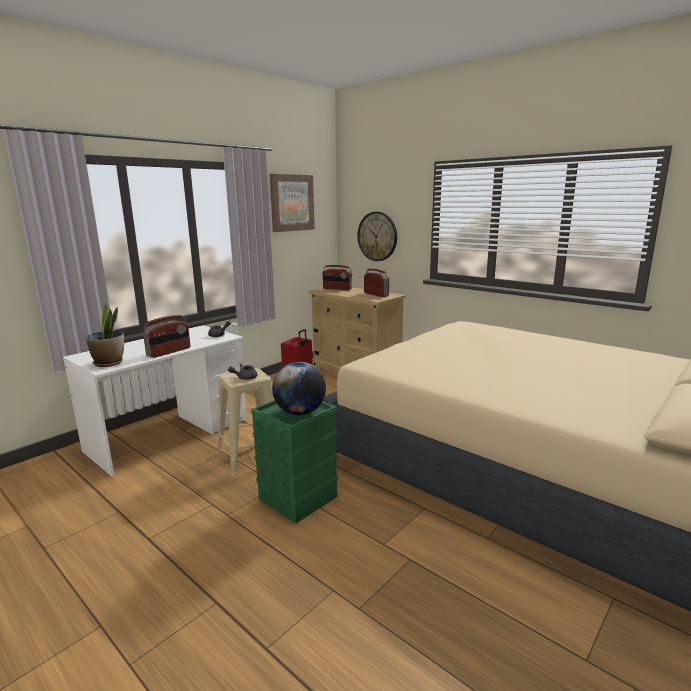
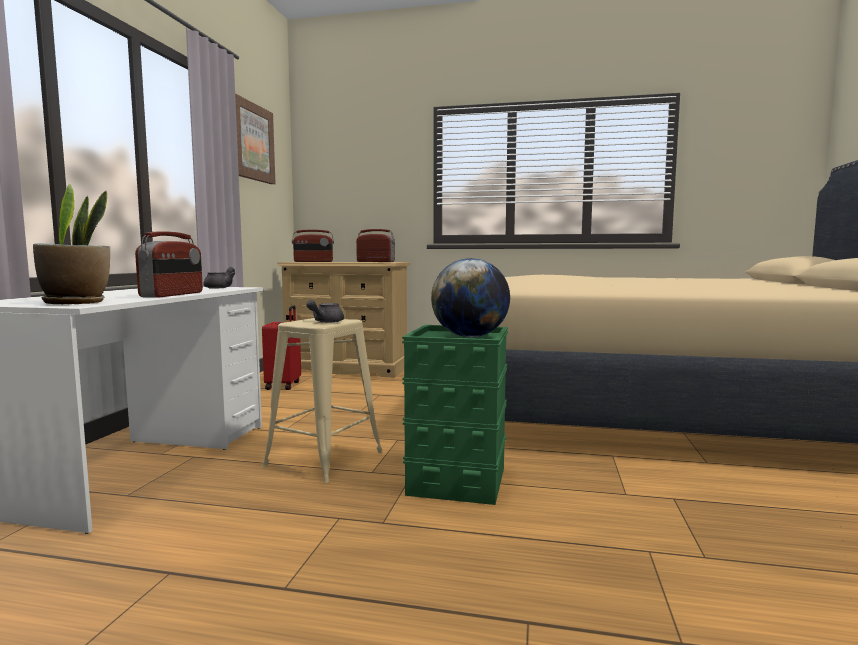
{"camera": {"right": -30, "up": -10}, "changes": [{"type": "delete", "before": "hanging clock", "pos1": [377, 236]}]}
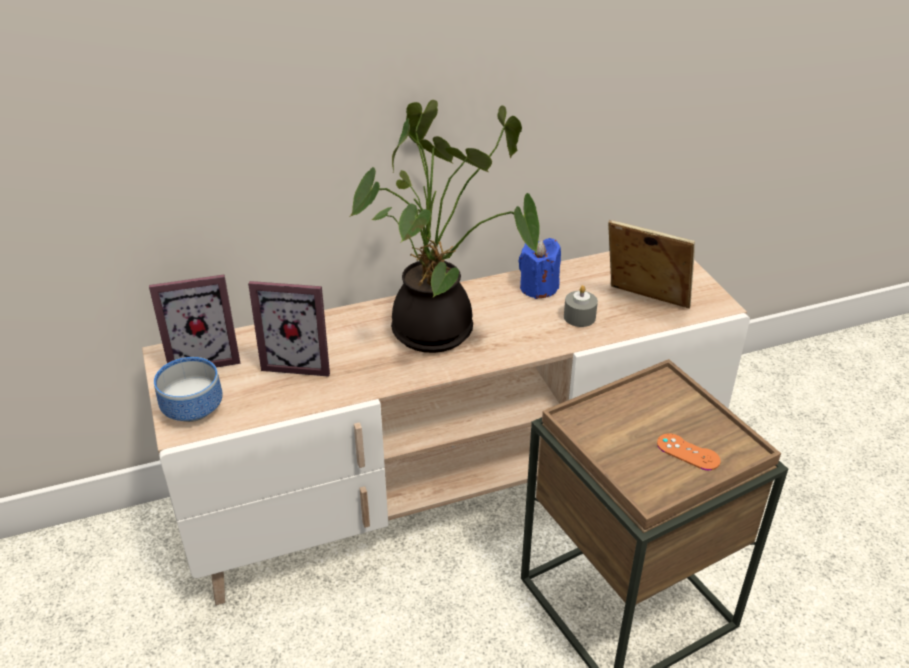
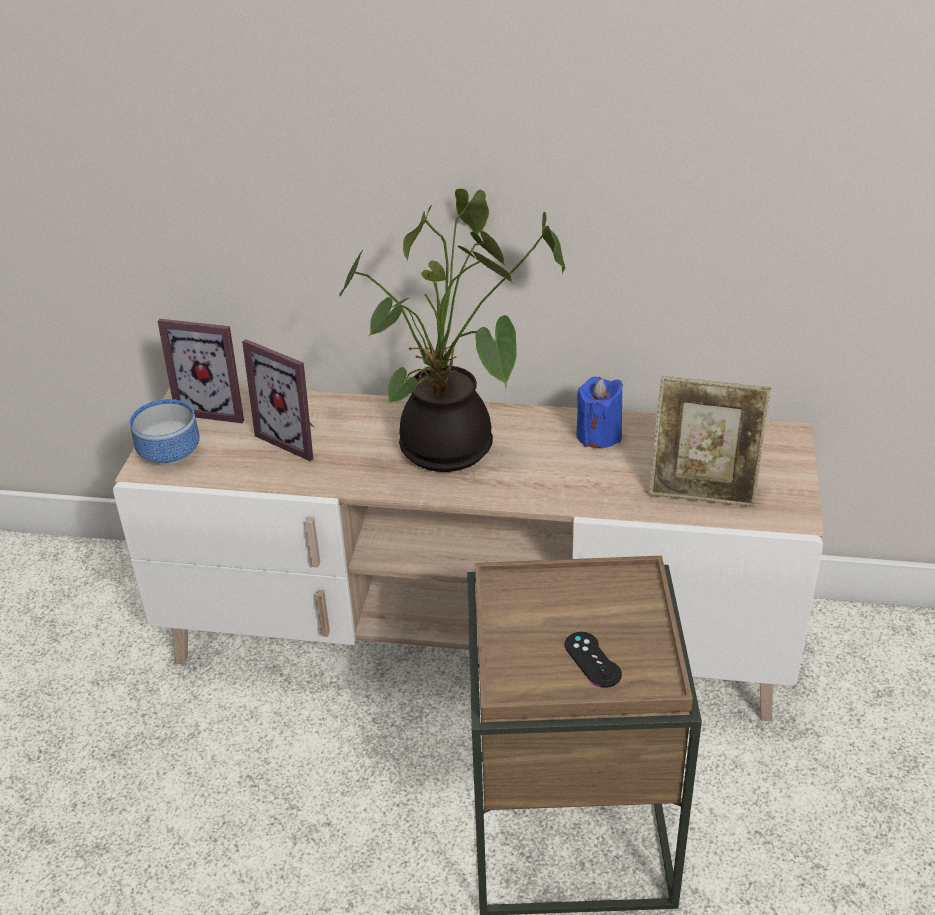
{"camera": {"right": 30, "up": 0}, "changes": [{"type": "rotate", "before": "photo frame", "pos1": [651, 264], "pos2": [710, 441], "turn": 135}, {"type": "delete", "before": "wax light (greyish)", "pos1": [581, 306]}, {"type": "recolor", "before": "game controller (orangey)", "after": "game controller (black)", "pos1": [689, 451], "pos2": [593, 660]}]}
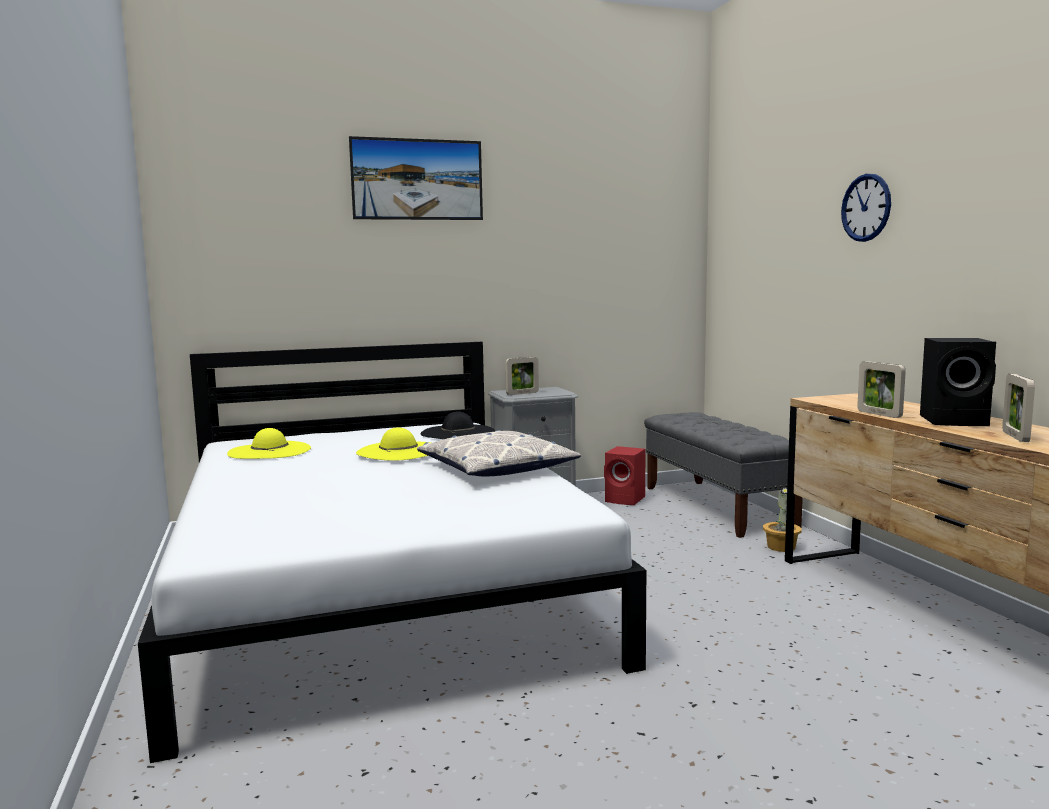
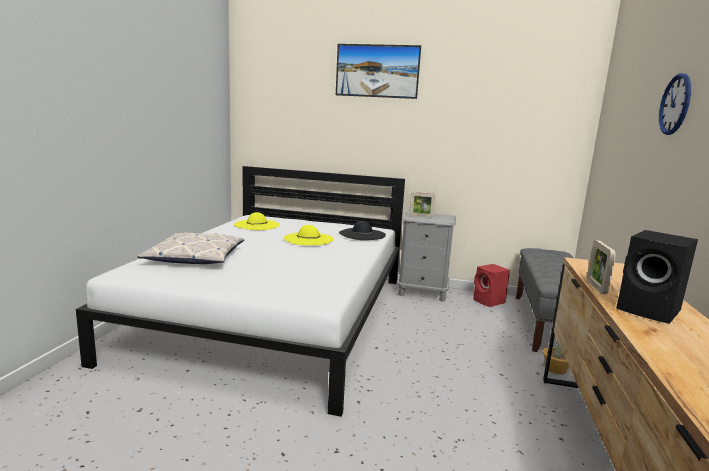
{"camera": {"right": 30, "up": 5}, "changes": [{"type": "delete", "before": "photo frame", "pos1": [1018, 408]}, {"type": "move", "before": "throw pillow", "pos1": [499, 453], "pos2": [191, 248]}]}
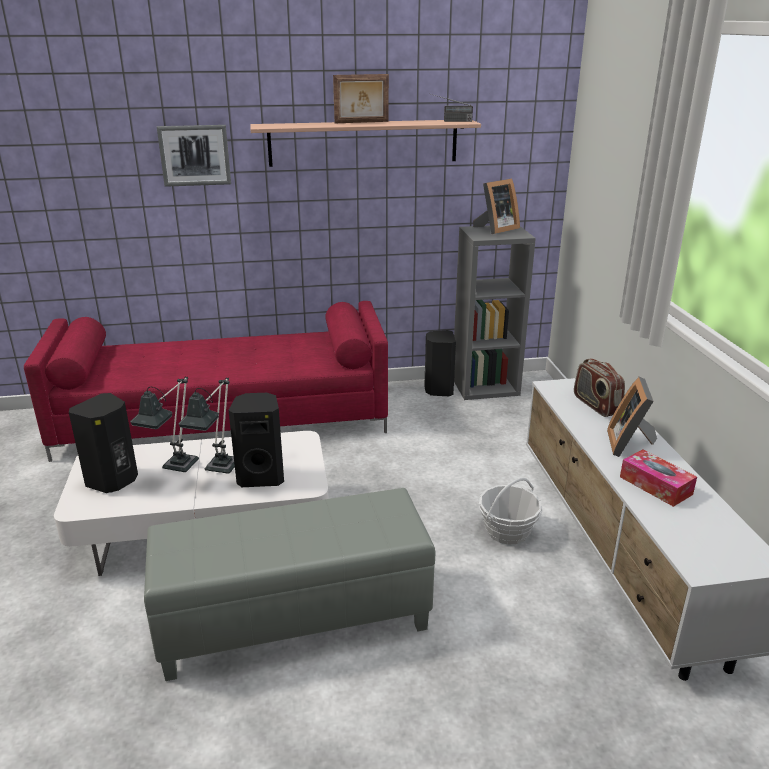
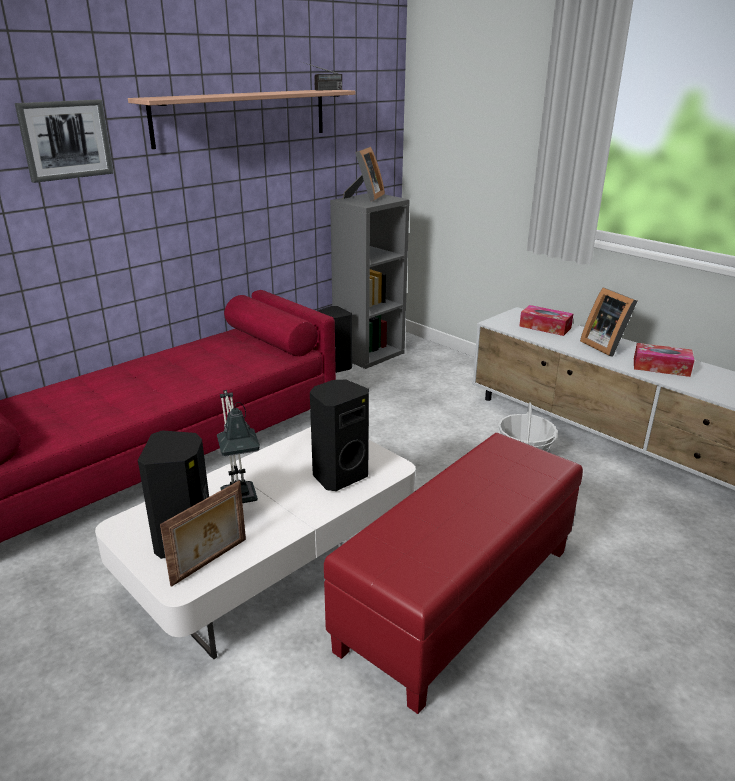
{"camera": {"right": -35, "up": 0}, "changes": [{"type": "move", "before": "photo frame", "pos1": [361, 98], "pos2": [203, 534]}, {"type": "replace", "before": "radio set", "after": "box of tissues", "pos1": [599, 387], "pos2": [546, 320]}, {"type": "delete", "before": "table lamp", "pos1": [206, 425]}, {"type": "recolor", "before": "footrest (greyish)", "after": "footrest (red)", "pos1": [289, 584], "pos2": [453, 573]}]}
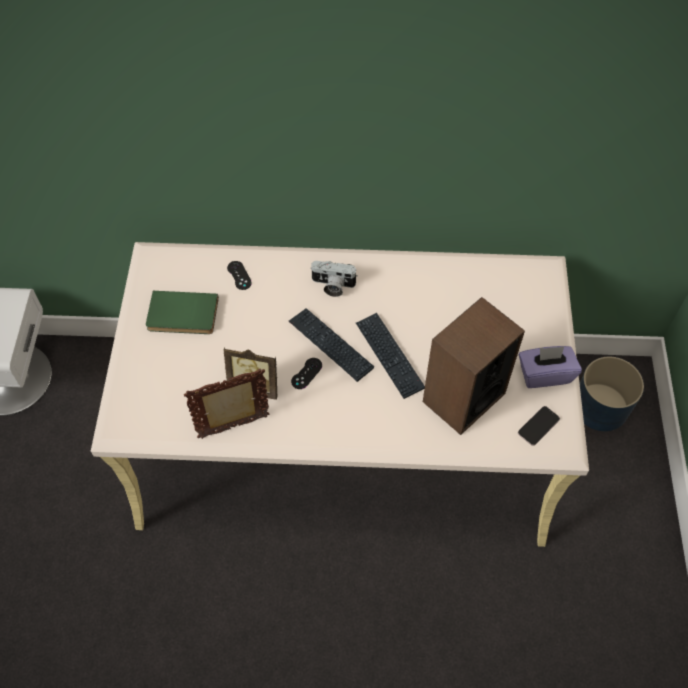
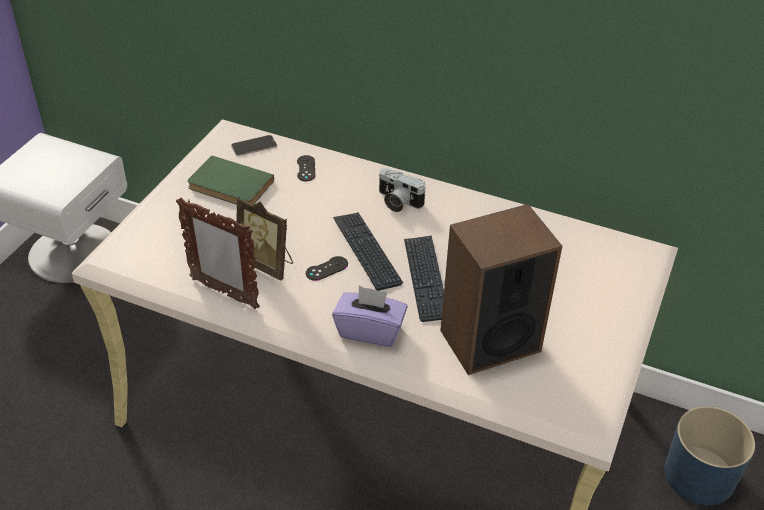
{"camera": {"right": 20, "up": -15}, "changes": [{"type": "move", "before": "box of tissues (purple)", "pos1": [550, 367], "pos2": [369, 316]}, {"type": "rotate", "before": "photo frame", "pos1": [226, 404], "pos2": [218, 253], "turn": -150}, {"type": "move", "before": "phone", "pos1": [539, 426], "pos2": [254, 145]}]}
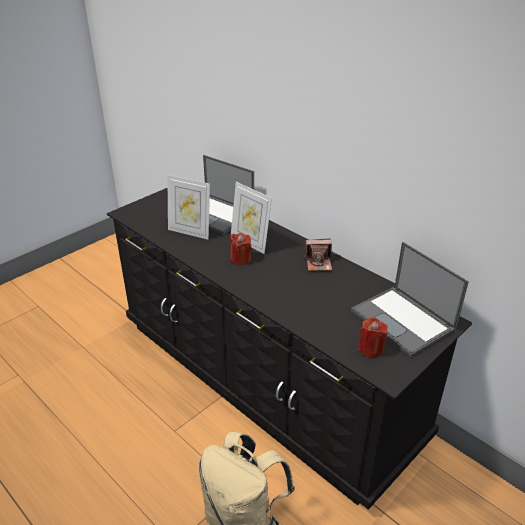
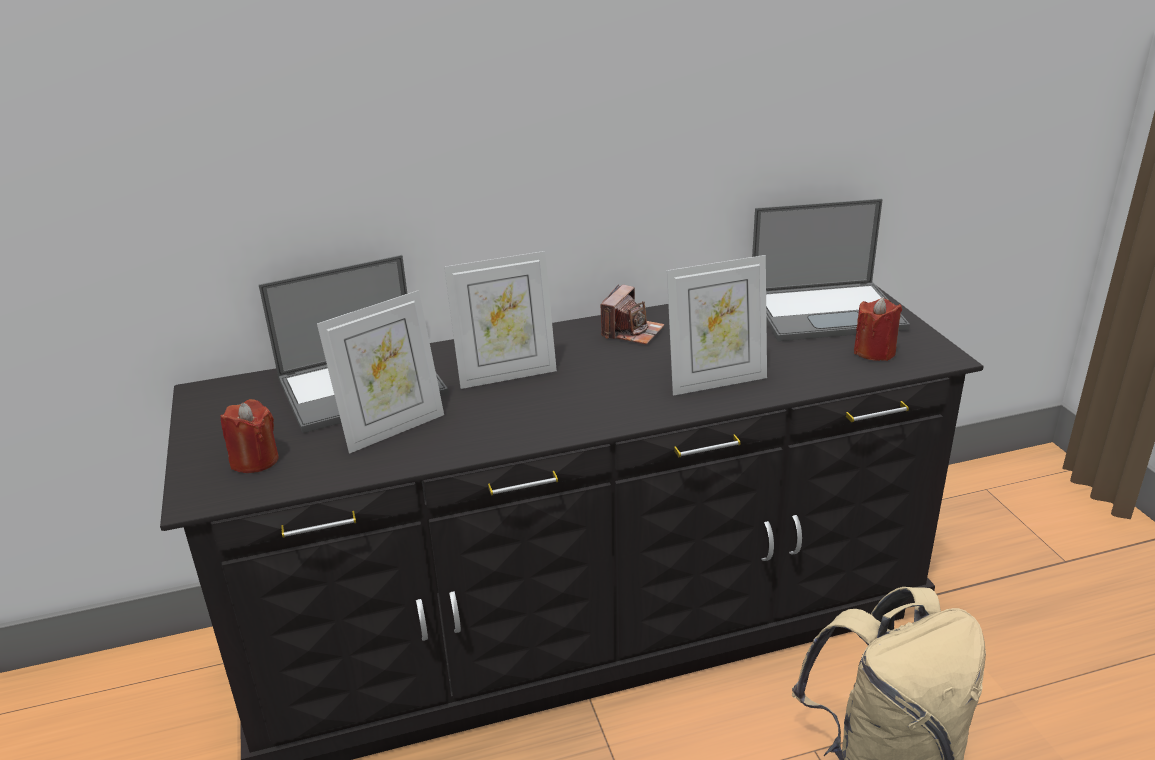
{"camera": {"right": -60, "up": -5}, "changes": [{"type": "move", "before": "wax light (red)", "pos1": [240, 249], "pos2": [250, 436]}, {"type": "insert", "after": "photo frame", "pos2": [717, 325]}]}
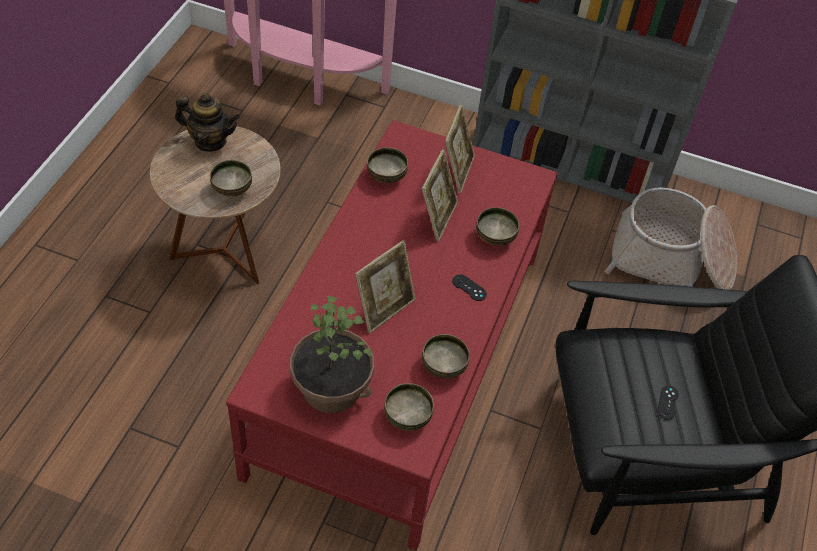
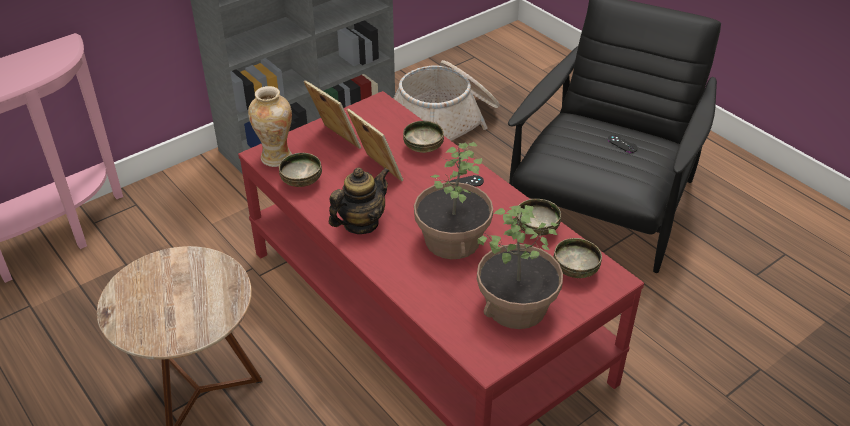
{"camera": {"right": -55, "up": -10}, "changes": [{"type": "move", "before": "tea pot", "pos1": [207, 122], "pos2": [359, 200]}, {"type": "delete", "before": "deep dish", "pos1": [231, 178]}, {"type": "replace", "before": "photo frame", "after": "plant in a pot", "pos1": [385, 286], "pos2": [453, 200]}, {"type": "insert", "after": "decorative vase", "pos2": [270, 126]}]}
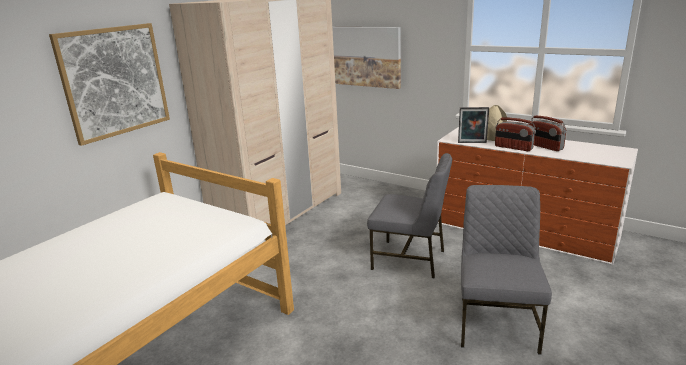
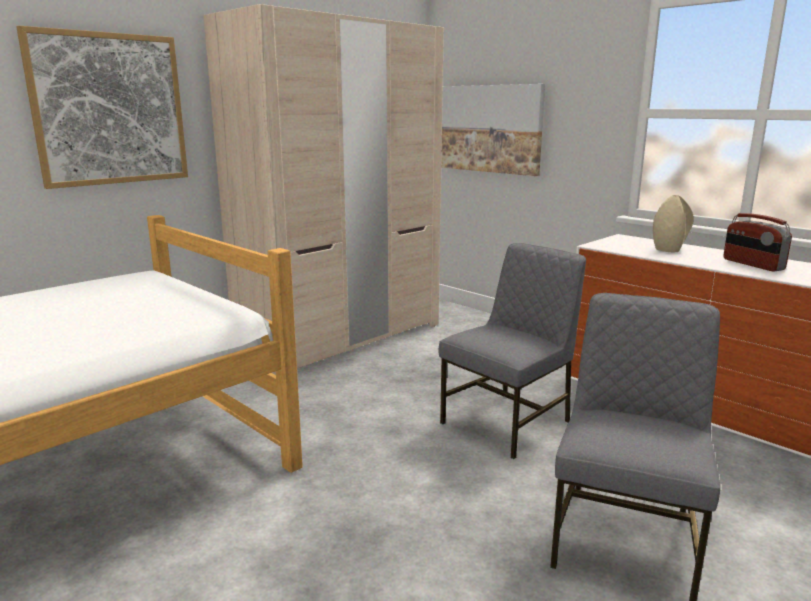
{"camera": {"right": 10, "up": -5}, "changes": [{"type": "delete", "before": "photo frame", "pos1": [473, 125]}, {"type": "delete", "before": "radio set", "pos1": [515, 134]}, {"type": "rotate", "before": "upright chair (greyish)", "pos1": [409, 215], "pos2": [512, 351], "turn": -75}]}
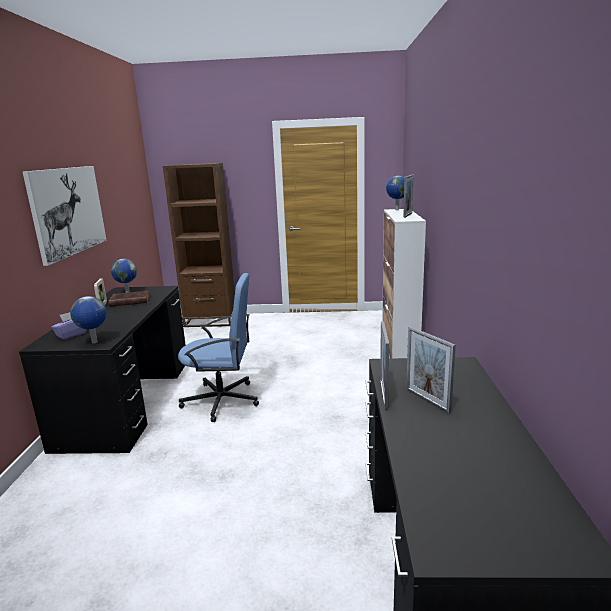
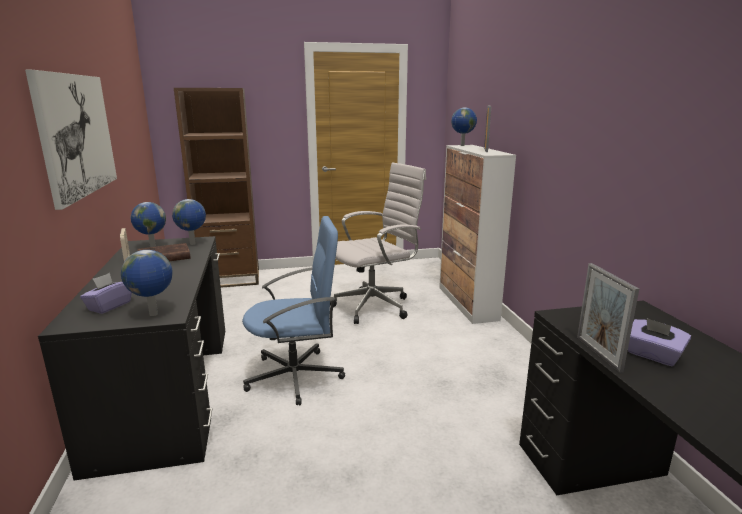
{"camera": {"right": -15, "up": 0}, "changes": [{"type": "replace", "before": "photo frame", "after": "box of tissues (purple)", "pos1": [431, 370], "pos2": [659, 342]}, {"type": "insert", "after": "desk chair (whitish)", "pos2": [378, 243]}, {"type": "insert", "after": "desk globe", "pos2": [189, 222]}]}
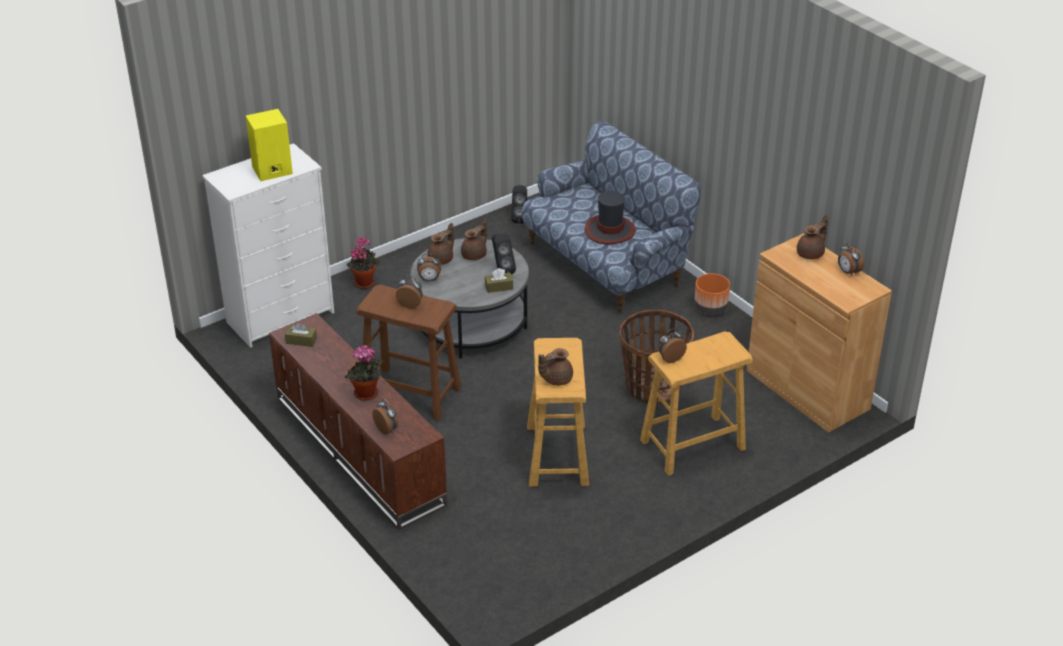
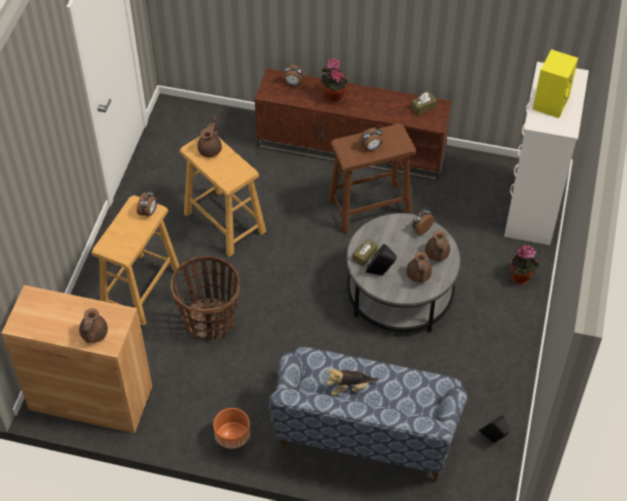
{"camera": {"right": 140, "up": 15}, "changes": [{"type": "replace", "before": "hat", "after": "plush toy", "pos1": [610, 217], "pos2": [352, 382]}, {"type": "delete", "before": "alarm clock", "pos1": [851, 259]}]}
